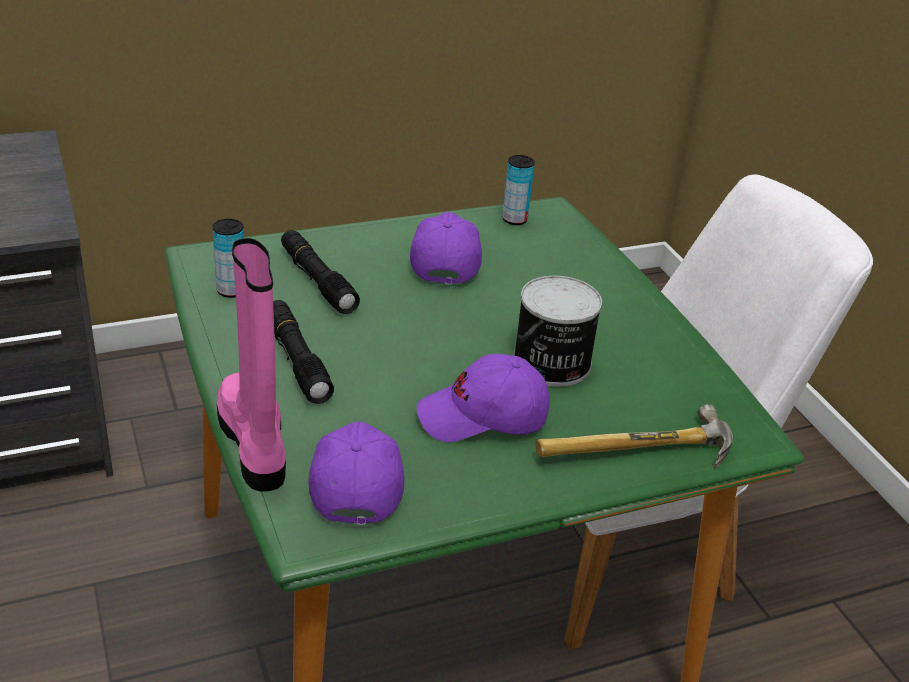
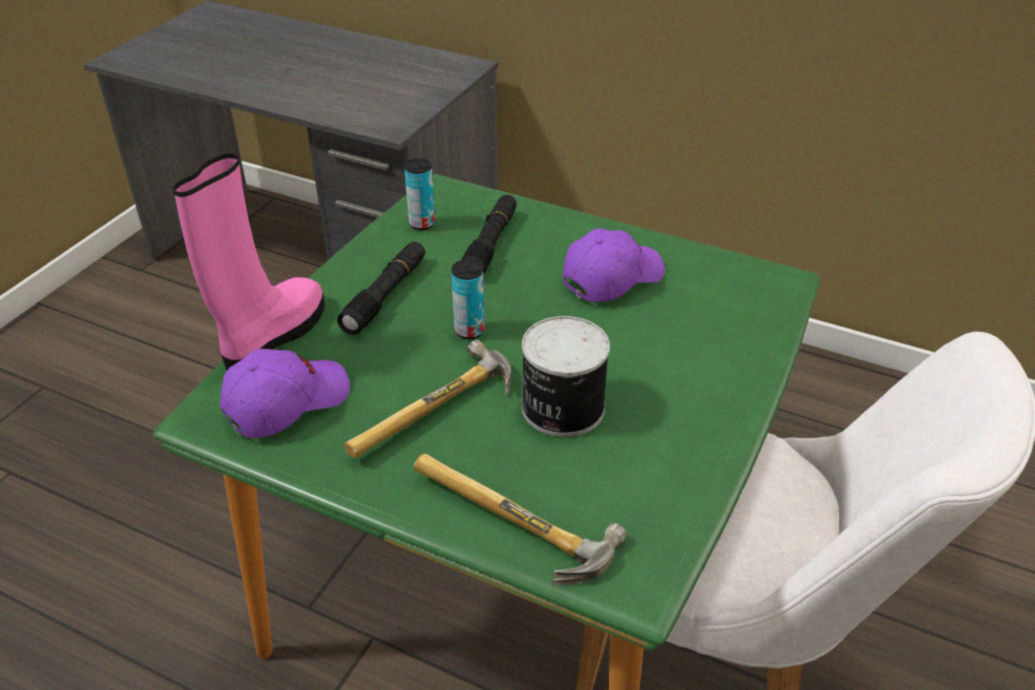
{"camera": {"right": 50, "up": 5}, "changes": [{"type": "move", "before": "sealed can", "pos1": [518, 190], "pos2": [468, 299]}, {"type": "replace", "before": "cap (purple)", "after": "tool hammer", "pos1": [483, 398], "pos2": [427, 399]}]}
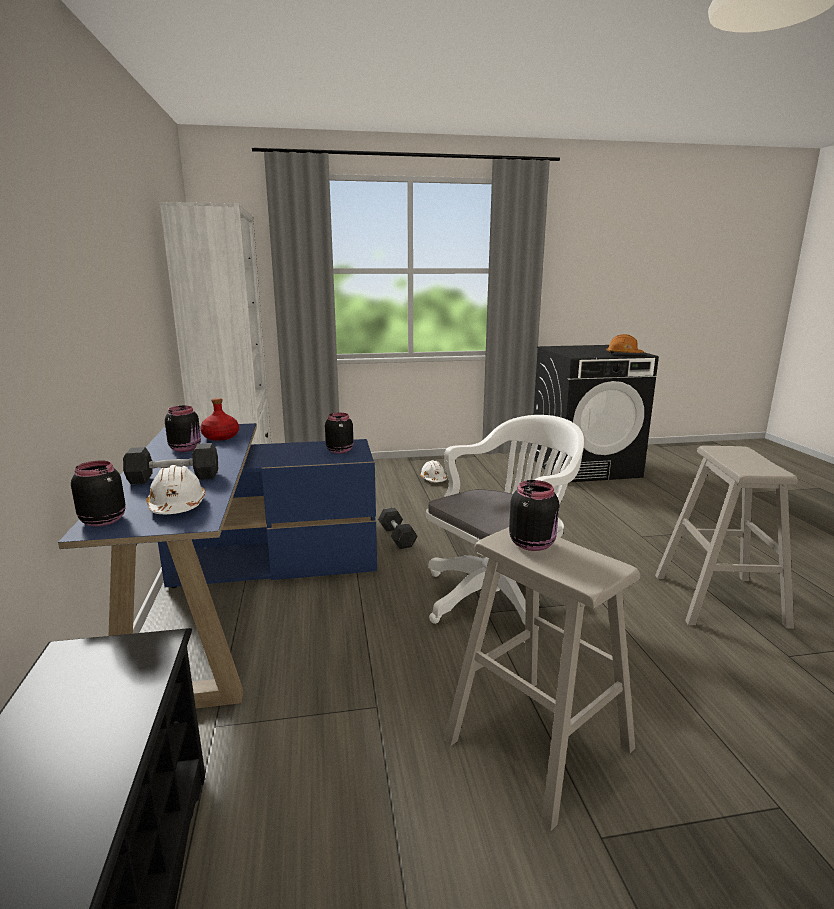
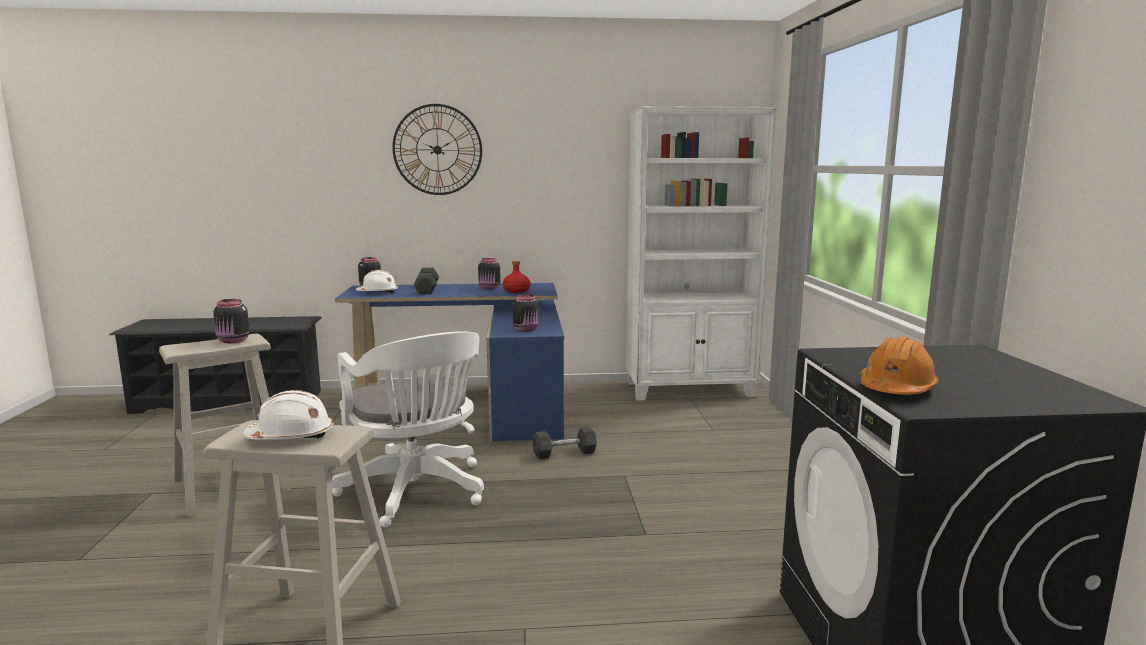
{"camera": {"right": 95, "up": -5}, "changes": [{"type": "move", "before": "safety helmet (whitish)", "pos1": [433, 471], "pos2": [288, 415]}, {"type": "insert", "after": "hanging clock", "pos2": [437, 149]}]}
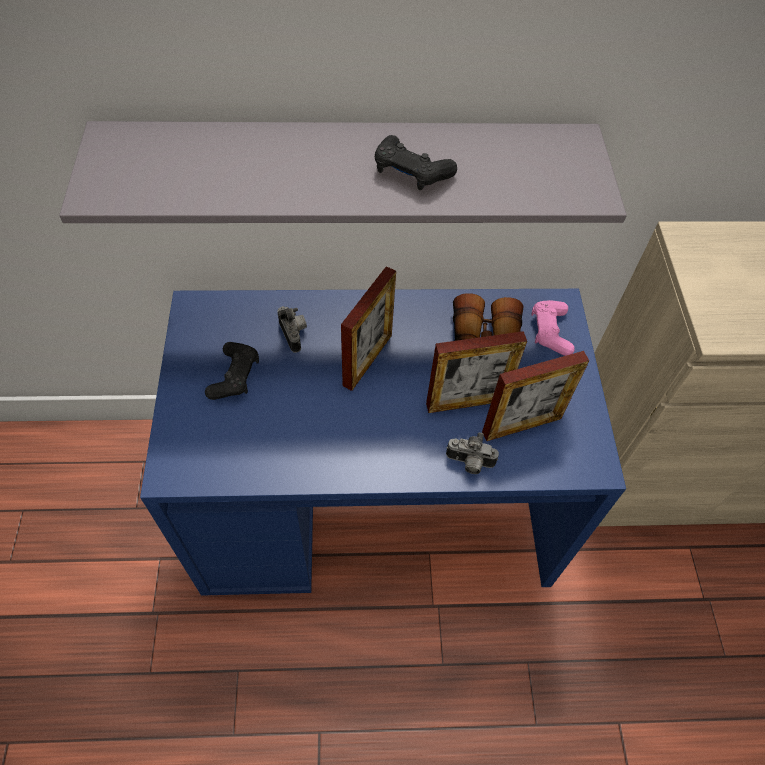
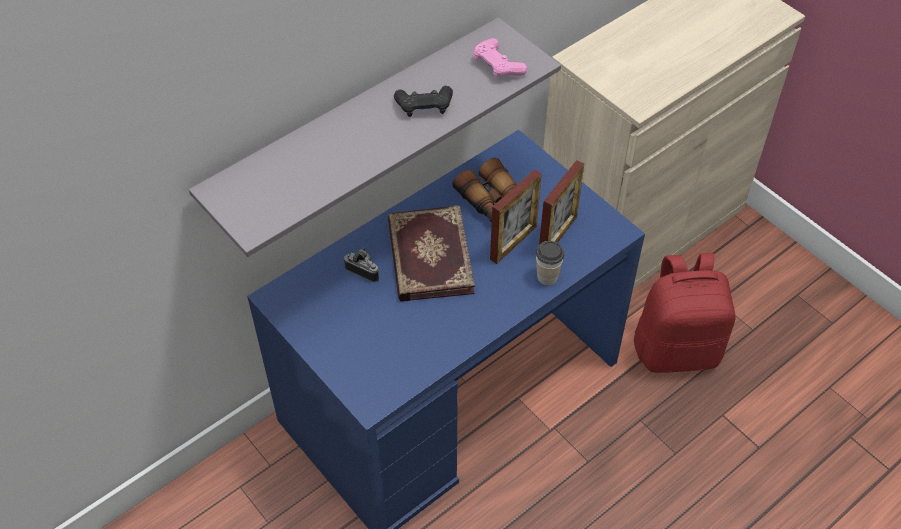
{"camera": {"right": -35, "up": -5}, "changes": [{"type": "replace", "before": "photo frame", "after": "book", "pos1": [368, 328], "pos2": [431, 253]}, {"type": "move", "before": "game controller (pink-coloured)", "pos1": [553, 328], "pos2": [500, 58]}, {"type": "delete", "before": "game controller (black)", "pos1": [232, 371]}, {"type": "replace", "before": "still camera", "after": "cup", "pos1": [472, 453], "pos2": [550, 263]}, {"type": "insert", "after": "backpack (red)", "pos2": [685, 313]}]}
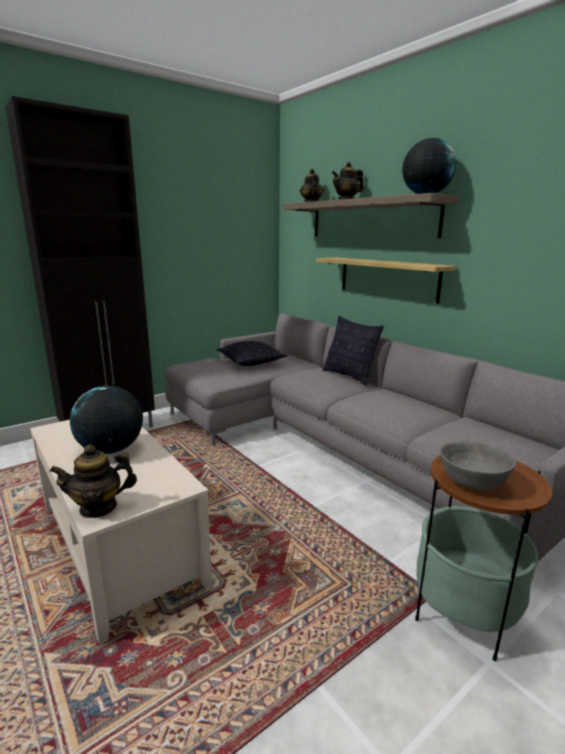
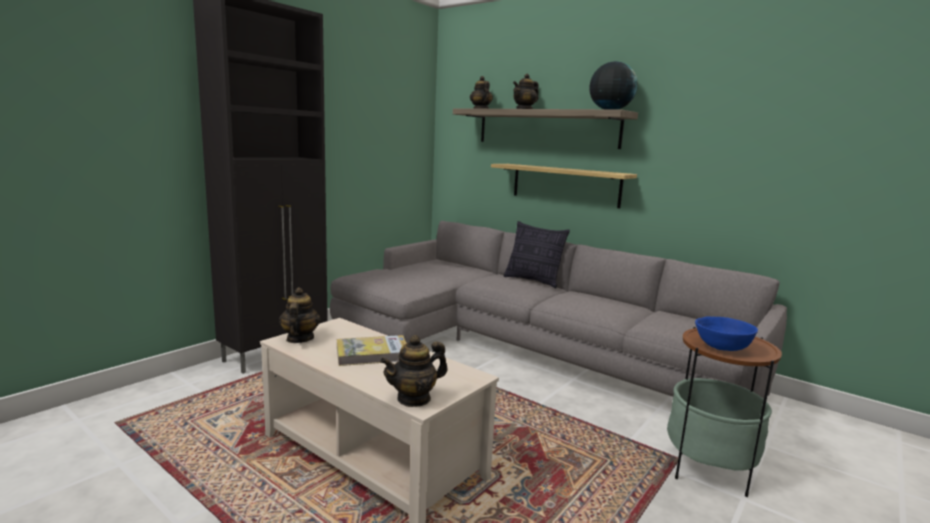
{"camera": {"right": -15, "up": -5}, "changes": [{"type": "delete", "before": "throw pillow", "pos1": [252, 353]}, {"type": "replace", "before": "desk globe", "after": "book", "pos1": [106, 420], "pos2": [371, 350]}, {"type": "recolor", "before": "deep dish (greyish)", "after": "deep dish (blue-coloured)", "pos1": [478, 465], "pos2": [726, 333]}, {"type": "insert", "after": "tea pot", "pos2": [300, 315]}]}
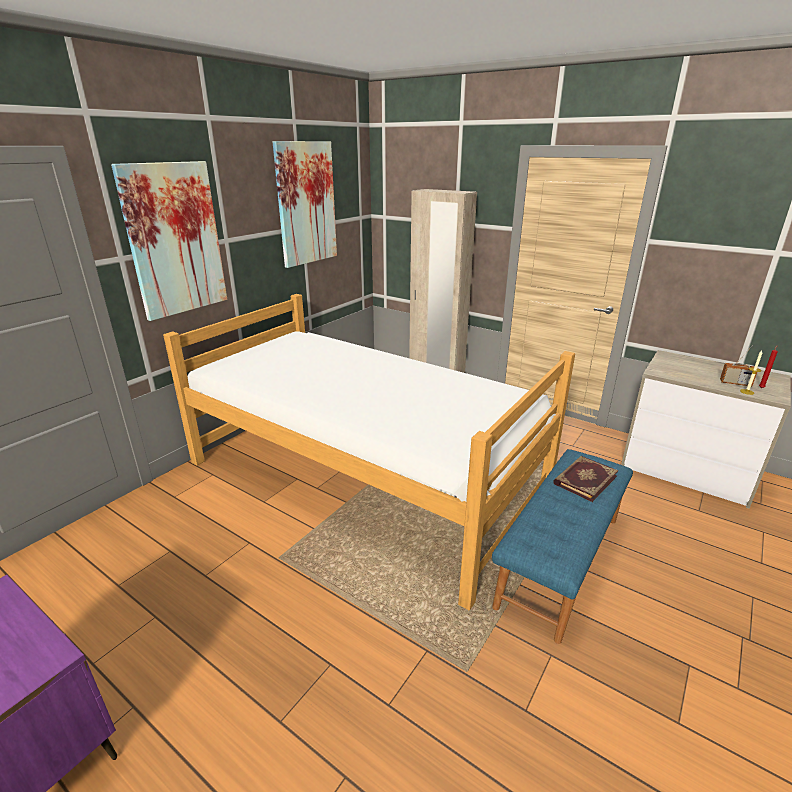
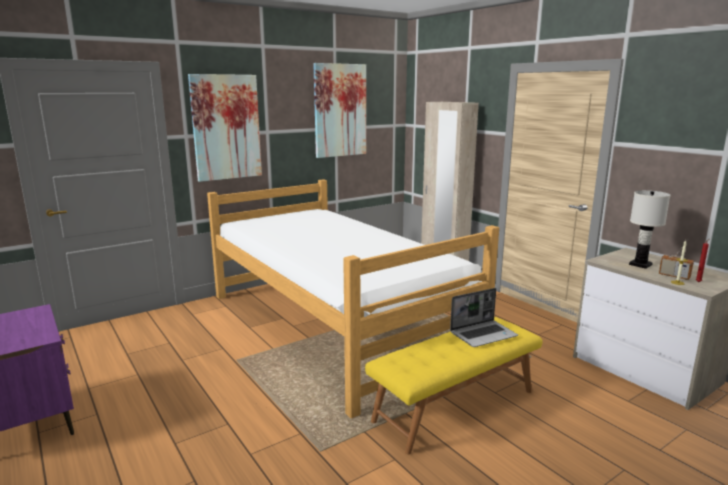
{"camera": {"right": 20, "up": -10}, "changes": [{"type": "recolor", "before": "long seat (blue-coloured)", "after": "long seat (yellowish)", "pos1": [562, 546], "pos2": [454, 386]}, {"type": "replace", "before": "book", "after": "portable computer", "pos1": [585, 479], "pos2": [484, 317]}, {"type": "insert", "after": "table lamp (whitish)", "pos2": [650, 229]}]}
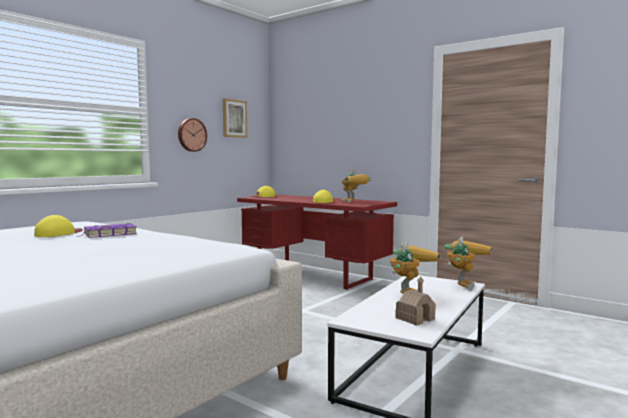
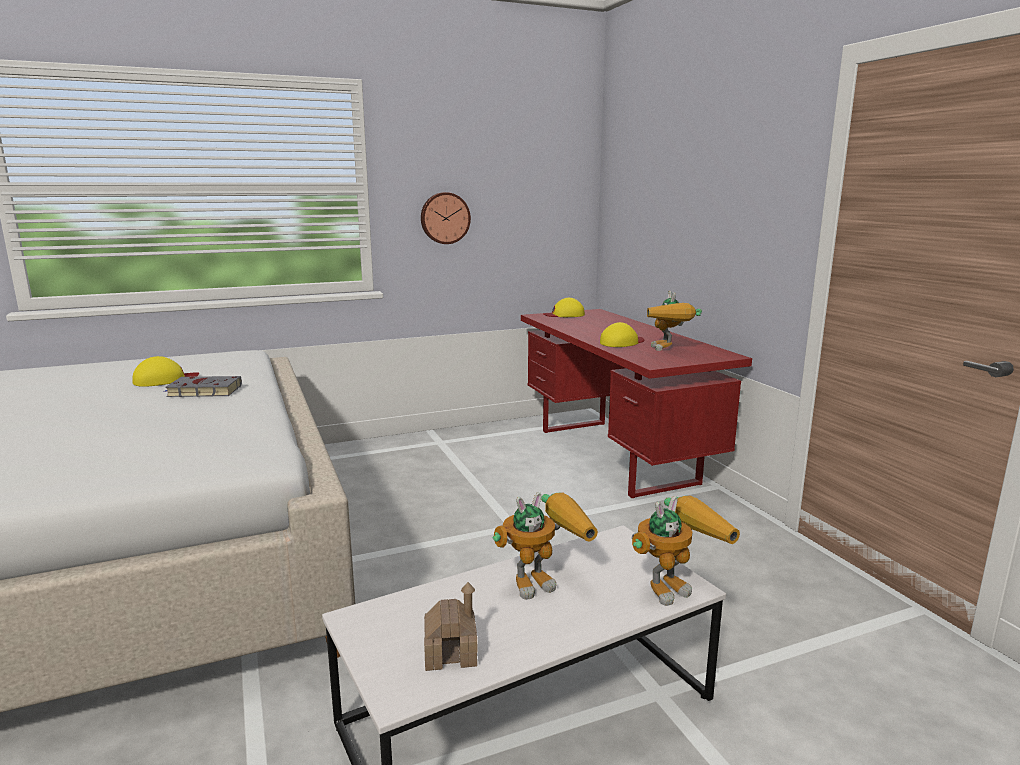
{"camera": {"right": 30, "up": 10}, "changes": [{"type": "delete", "before": "wall art", "pos1": [235, 118]}, {"type": "recolor", "before": "book (purple)", "after": "book (greyish)", "pos1": [107, 230], "pos2": [202, 386]}]}
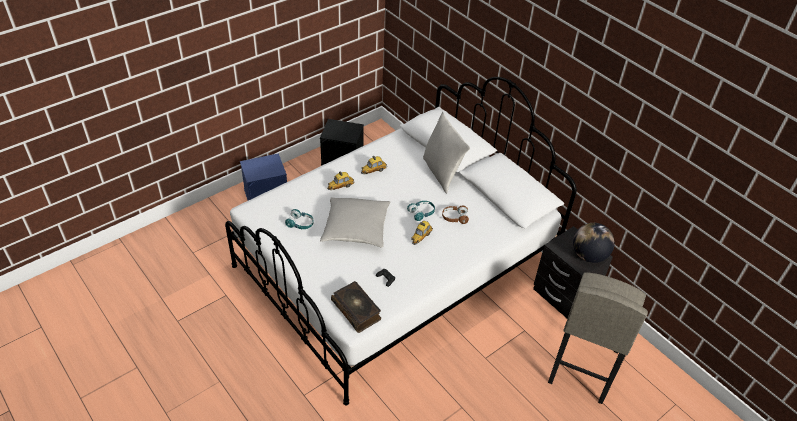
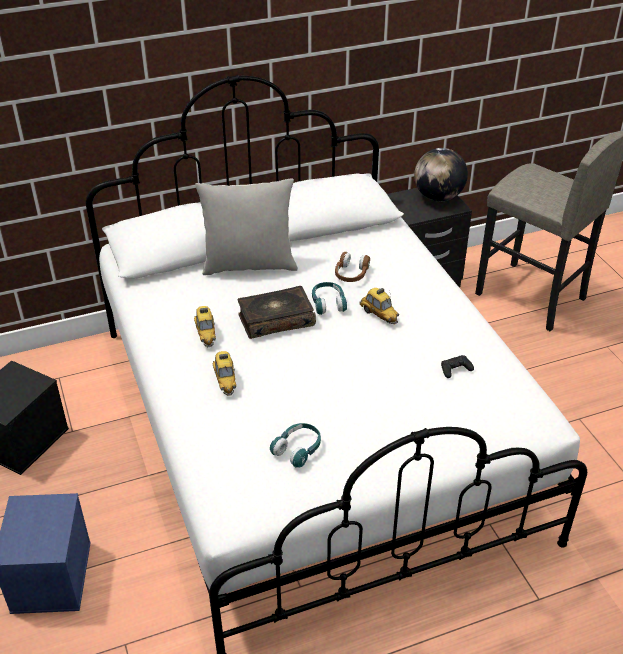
{"camera": {"right": -70, "up": -5}, "changes": [{"type": "delete", "before": "throw pillow (greyish)", "pos1": [355, 222]}, {"type": "move", "before": "book", "pos1": [356, 307], "pos2": [276, 312]}]}
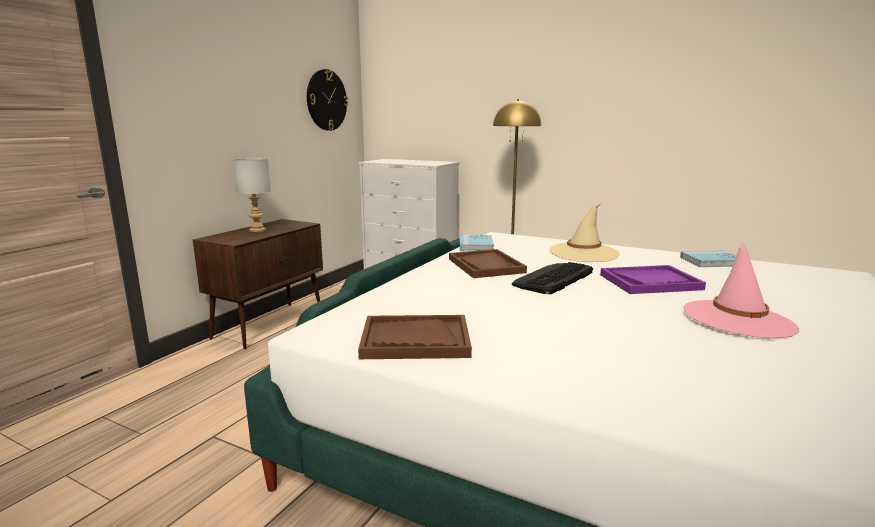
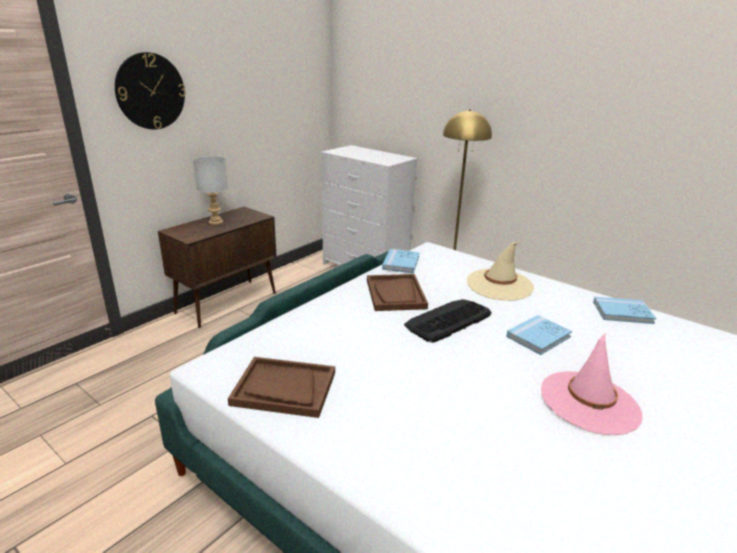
{"camera": {"right": 10, "up": 10}, "changes": [{"type": "move", "before": "hanging clock", "pos1": [327, 100], "pos2": [150, 91]}, {"type": "replace", "before": "tray (purple)", "after": "book (blue-coloured)", "pos1": [653, 279], "pos2": [539, 335]}]}
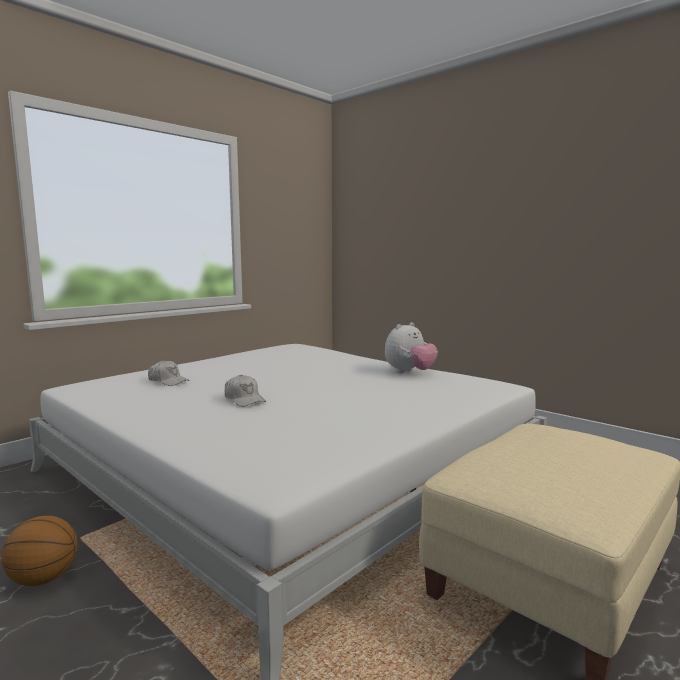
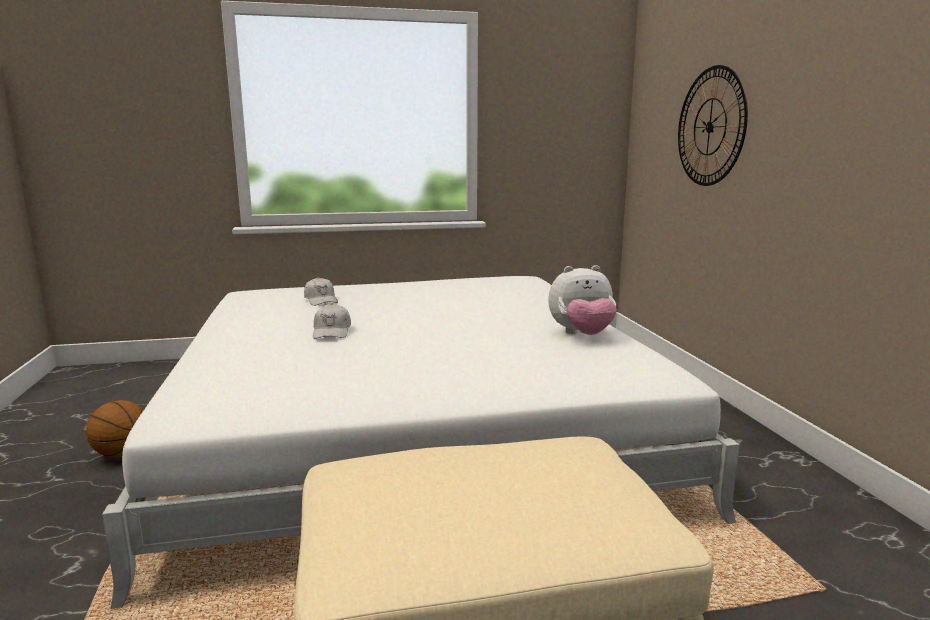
{"camera": {"right": 35, "up": 5}, "changes": [{"type": "insert", "after": "hanging clock", "pos2": [713, 125]}]}
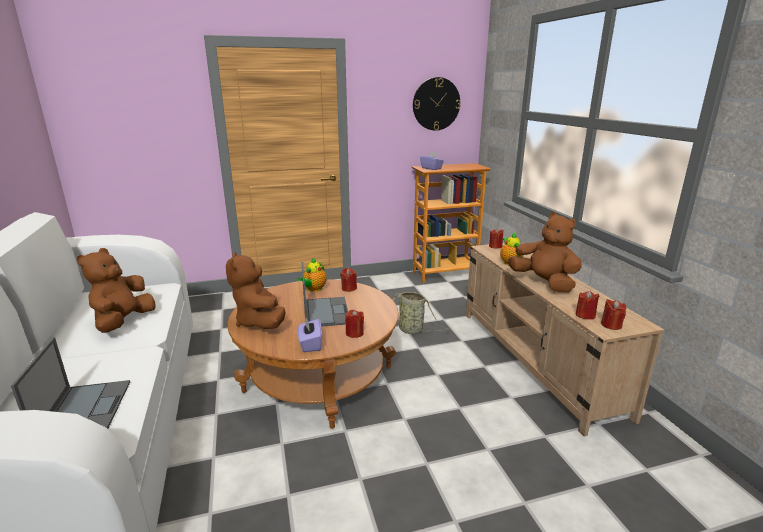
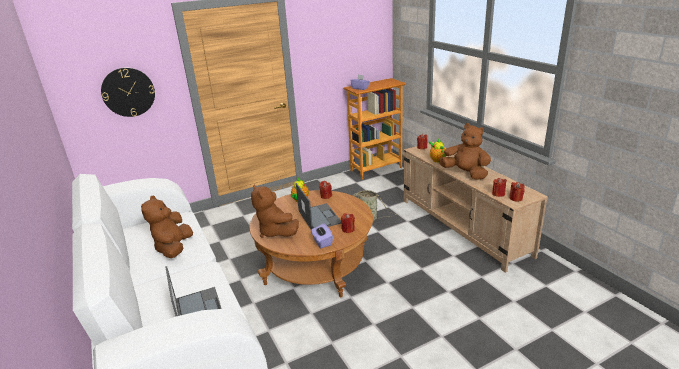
{"camera": {"right": -10, "up": 5}, "changes": [{"type": "move", "before": "hanging clock", "pos1": [437, 103], "pos2": [128, 92]}]}
